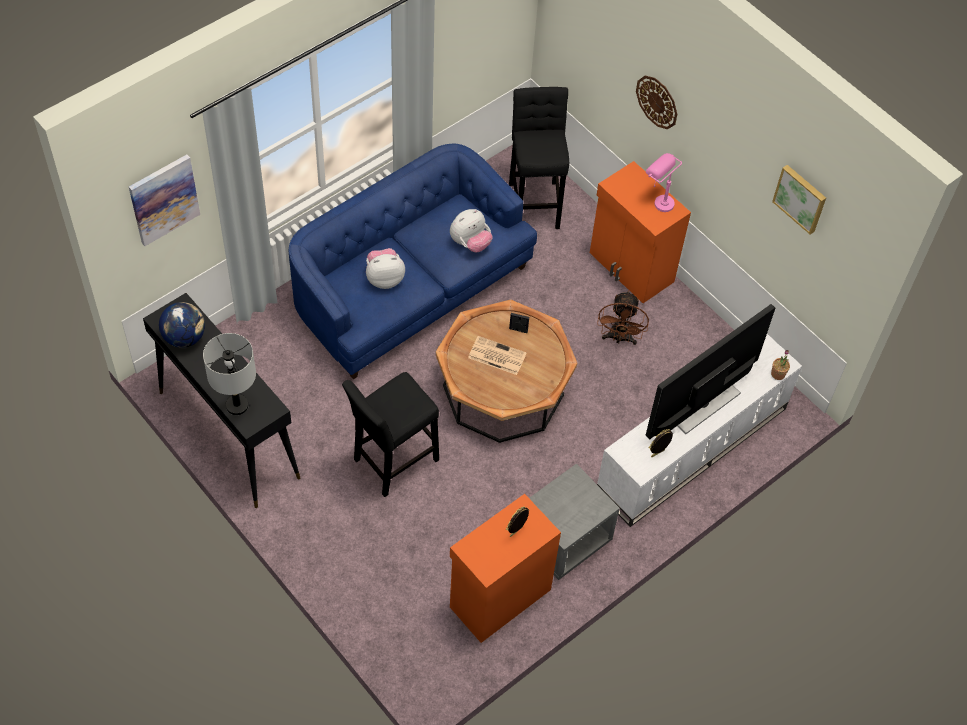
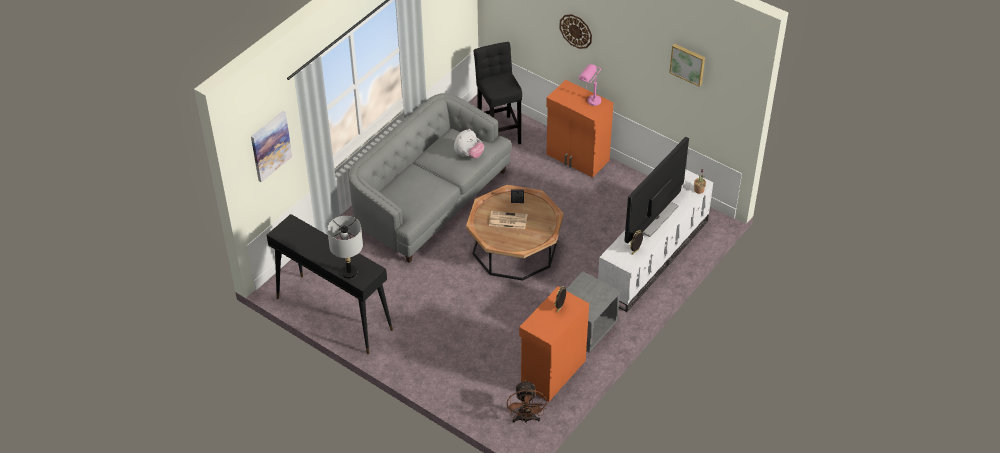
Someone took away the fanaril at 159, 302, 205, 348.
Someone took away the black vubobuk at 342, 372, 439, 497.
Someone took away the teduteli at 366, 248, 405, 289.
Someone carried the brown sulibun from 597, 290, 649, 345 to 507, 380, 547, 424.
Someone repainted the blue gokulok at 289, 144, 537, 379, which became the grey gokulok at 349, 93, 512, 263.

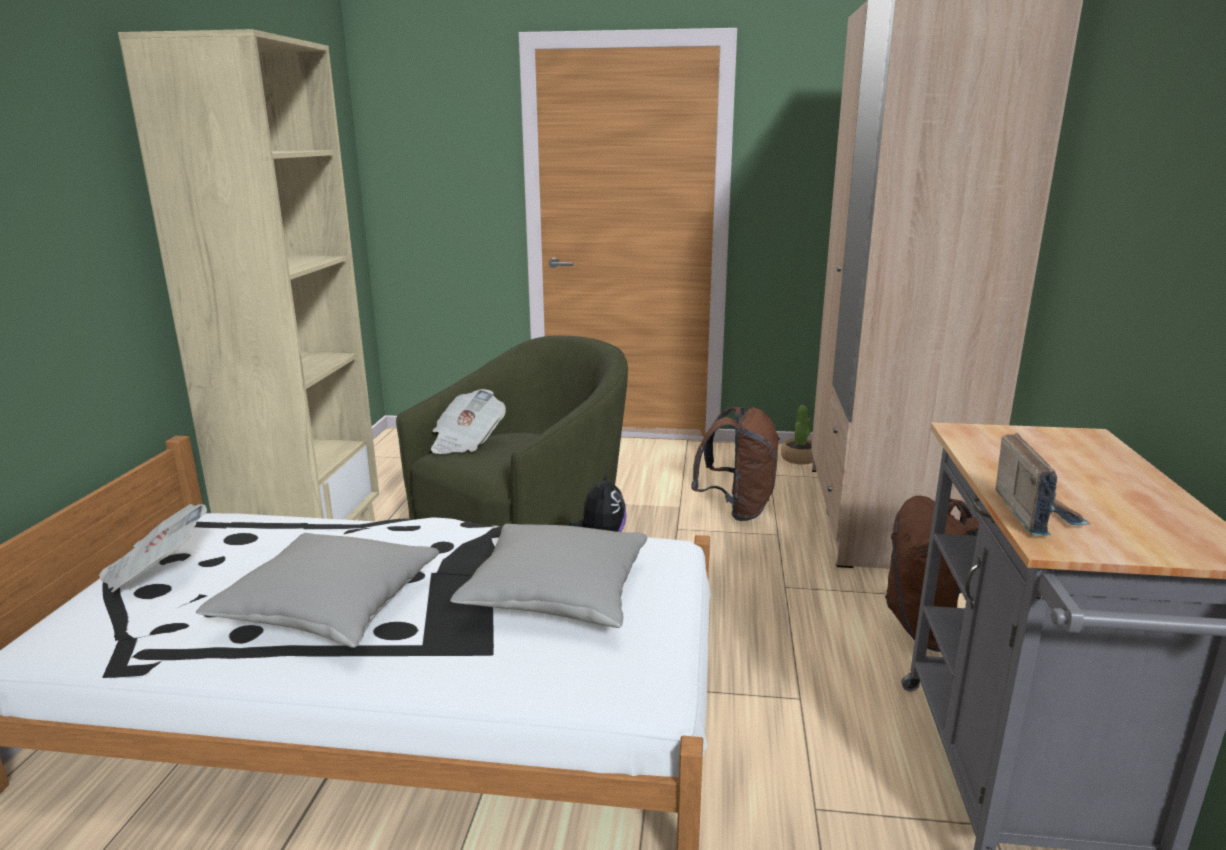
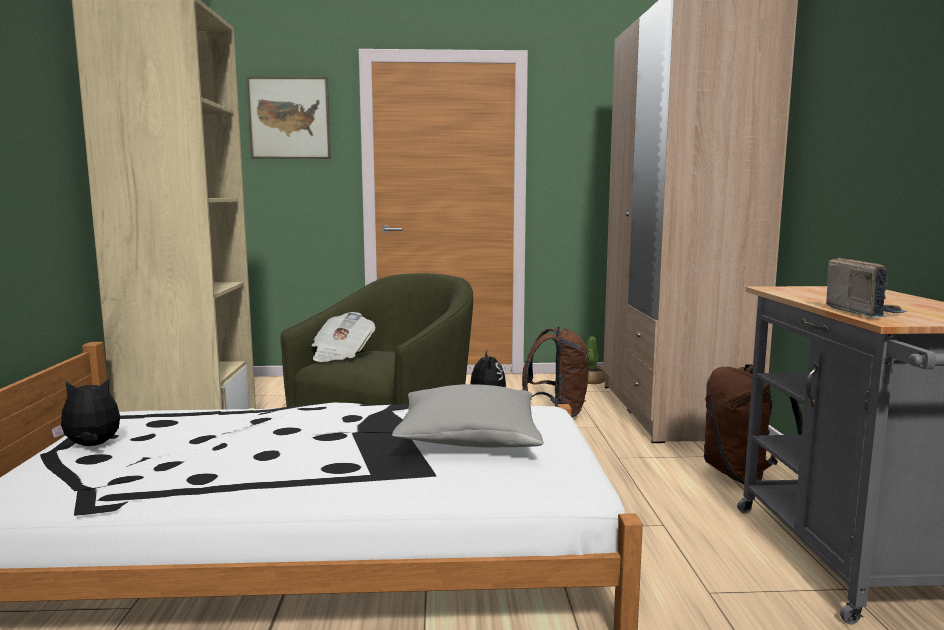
Someone took away the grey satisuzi at 196, 533, 439, 648.
Someone put up the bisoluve at 246, 76, 331, 159.
Someone swapped the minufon at 99, 504, 207, 593 for the teduteli at 51, 379, 120, 446.

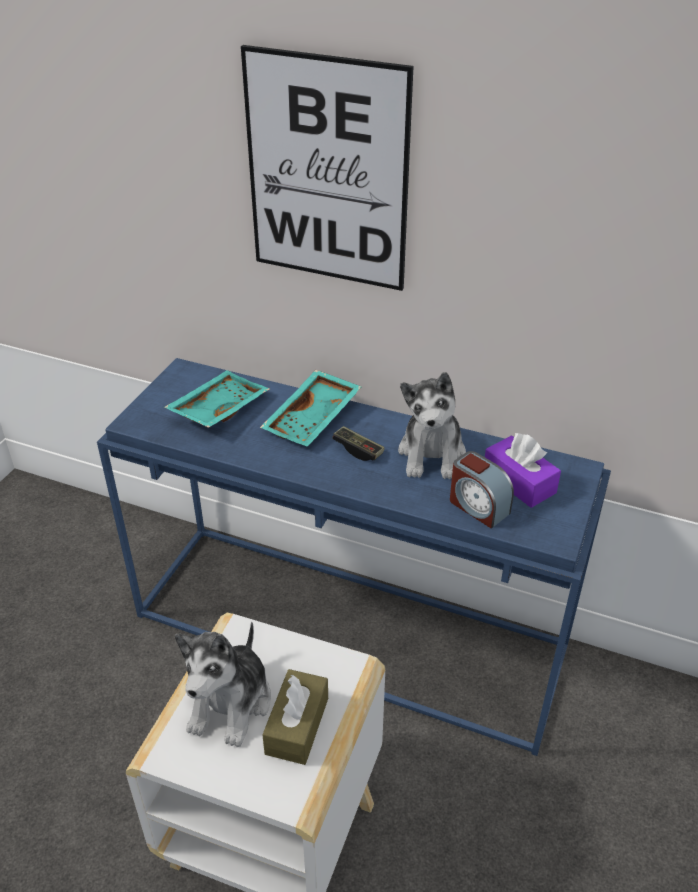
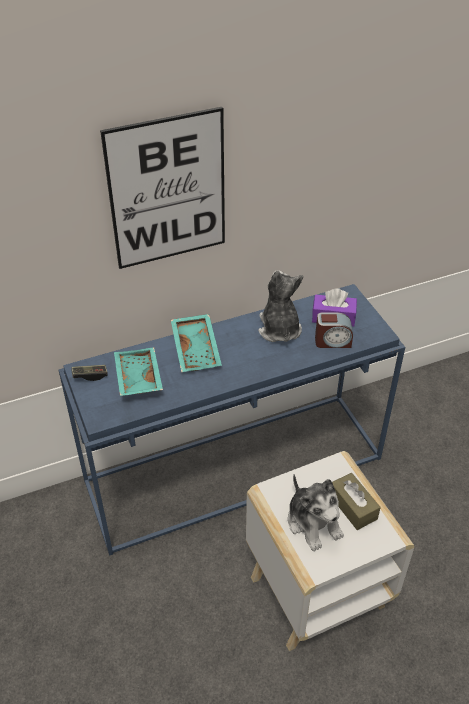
Someone carried the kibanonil from 332, 426, 385, 461 to 71, 365, 108, 381.
Someone rotated the teduteli at 398, 372, 466, 479 by 150 degrees counterclockwise.

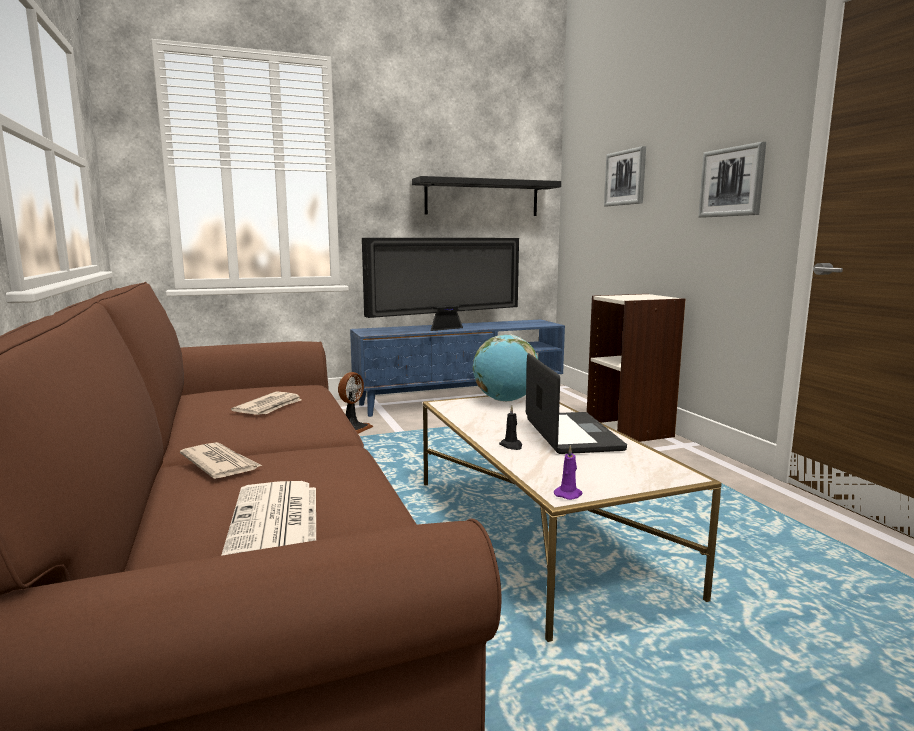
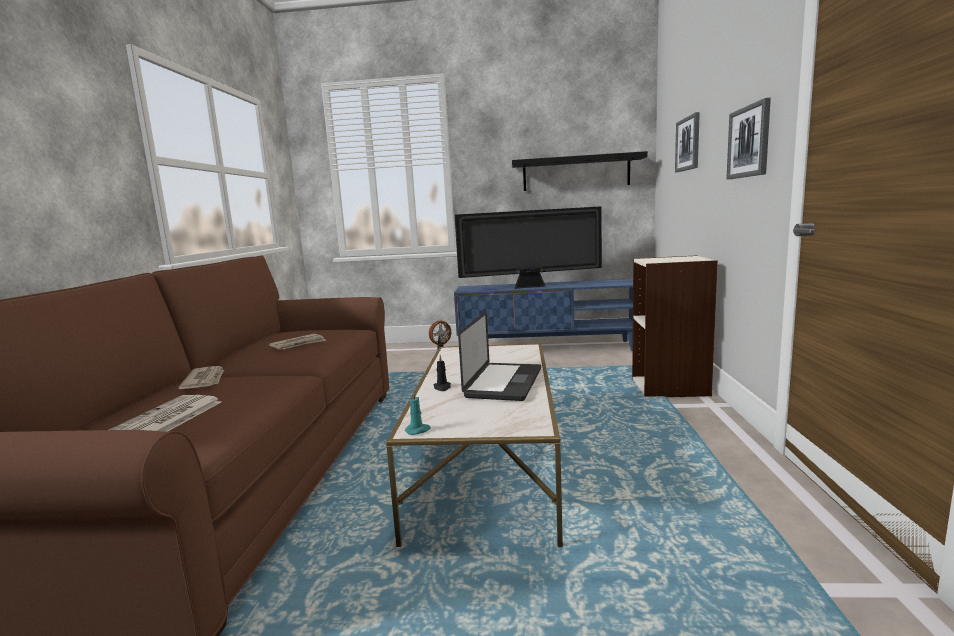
Someone took away the fanaril at 473, 335, 538, 402.
Someone repainted the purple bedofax at 554, 445, 582, 500, which became the turquoise bedofax at 405, 390, 431, 435.

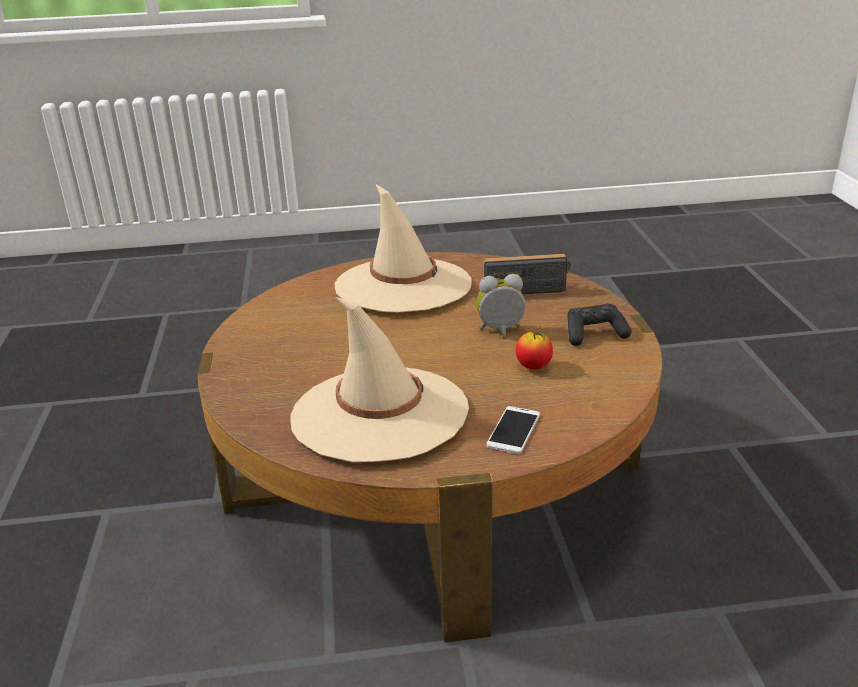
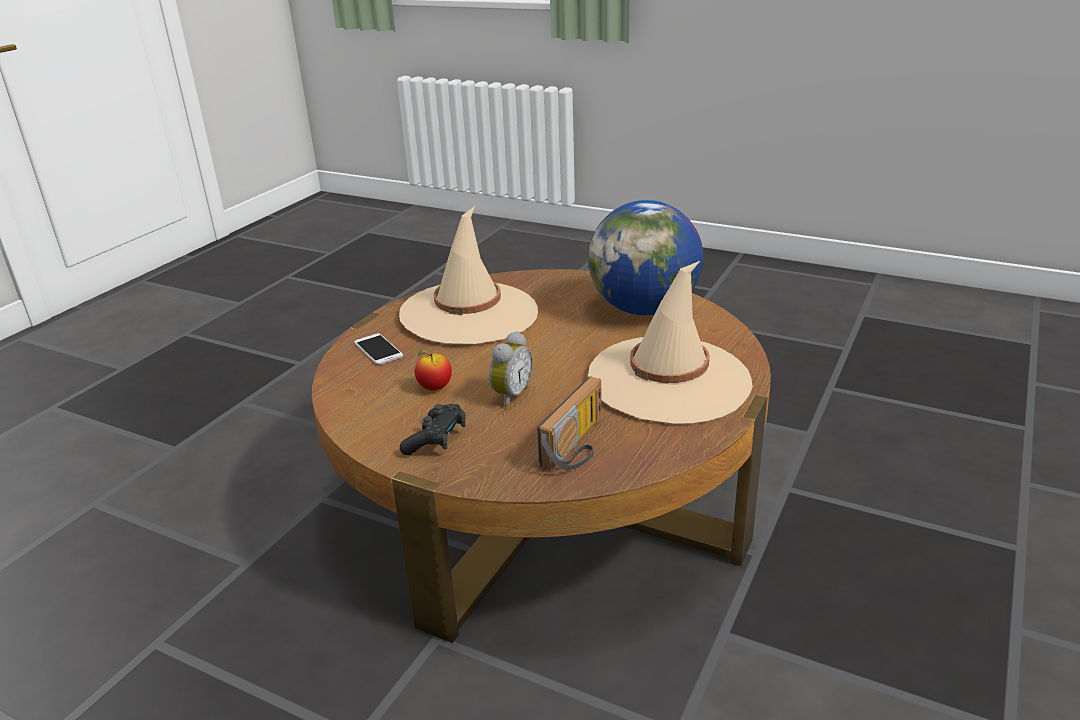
Someone put down the fanaril at 588, 200, 703, 315.

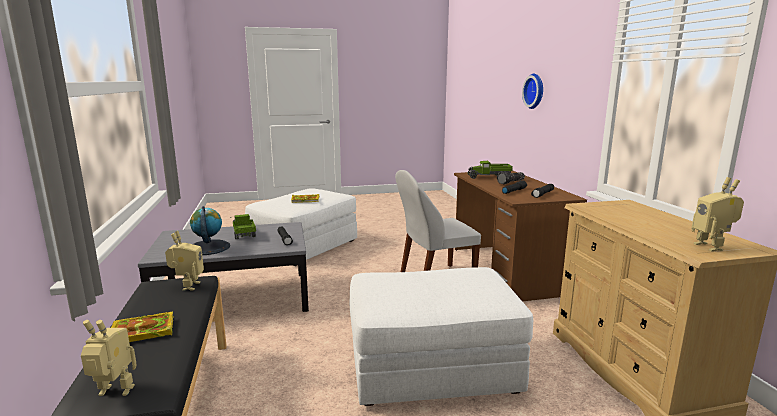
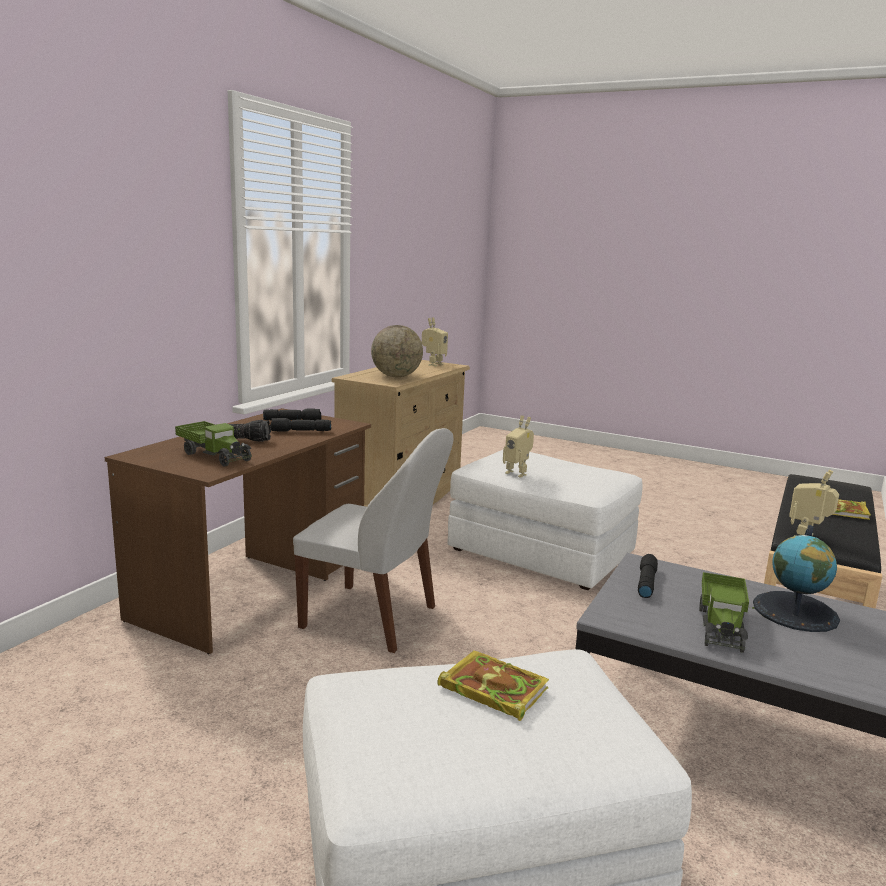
Someone took away the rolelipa at 522, 74, 543, 109.
Someone put down the fanaril at 371, 325, 423, 377.
Someone carried the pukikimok from 81, 320, 137, 396 to 503, 415, 534, 478.

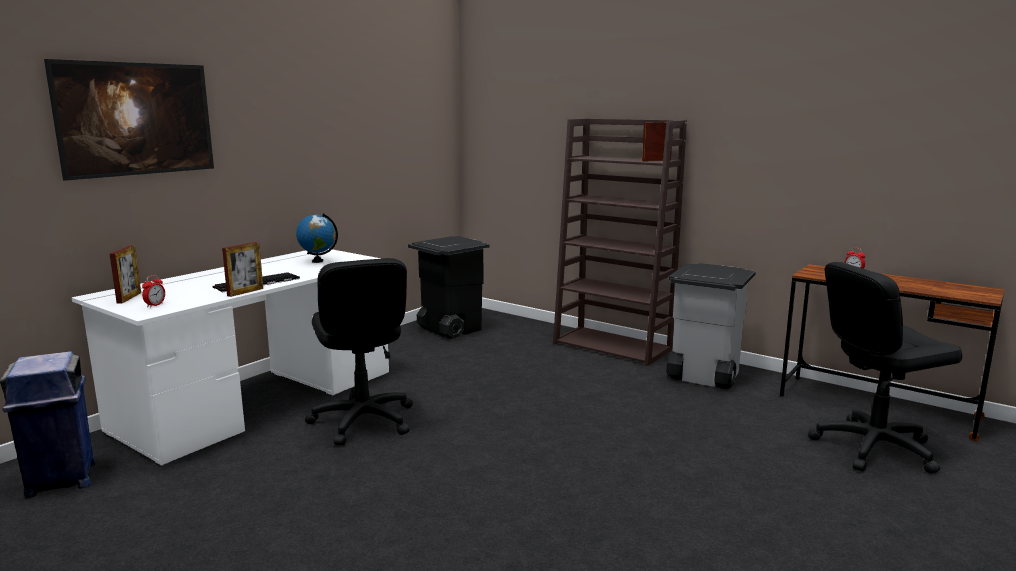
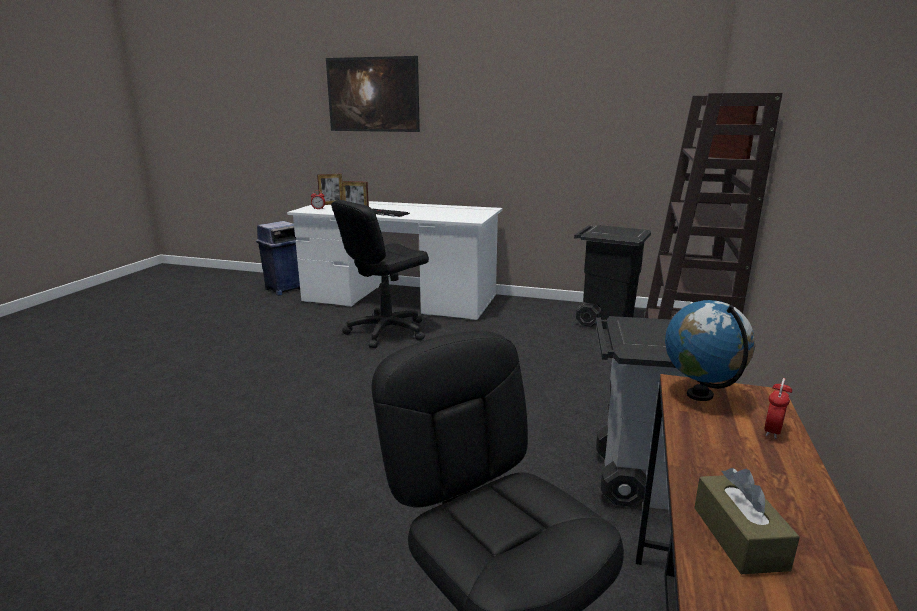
Someone put down the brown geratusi at 694, 468, 800, 574.
Someone carried the fanaril from 296, 213, 338, 263 to 665, 300, 755, 401.

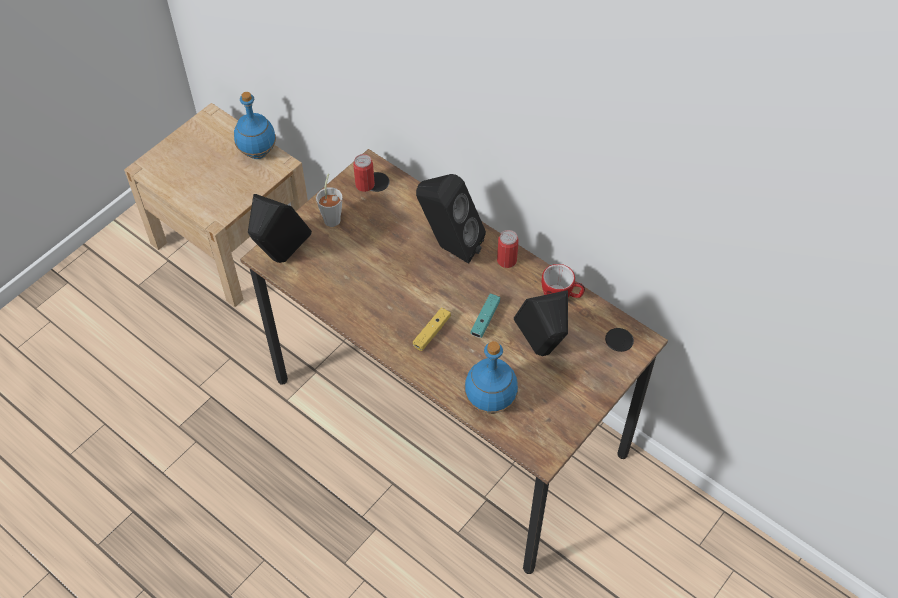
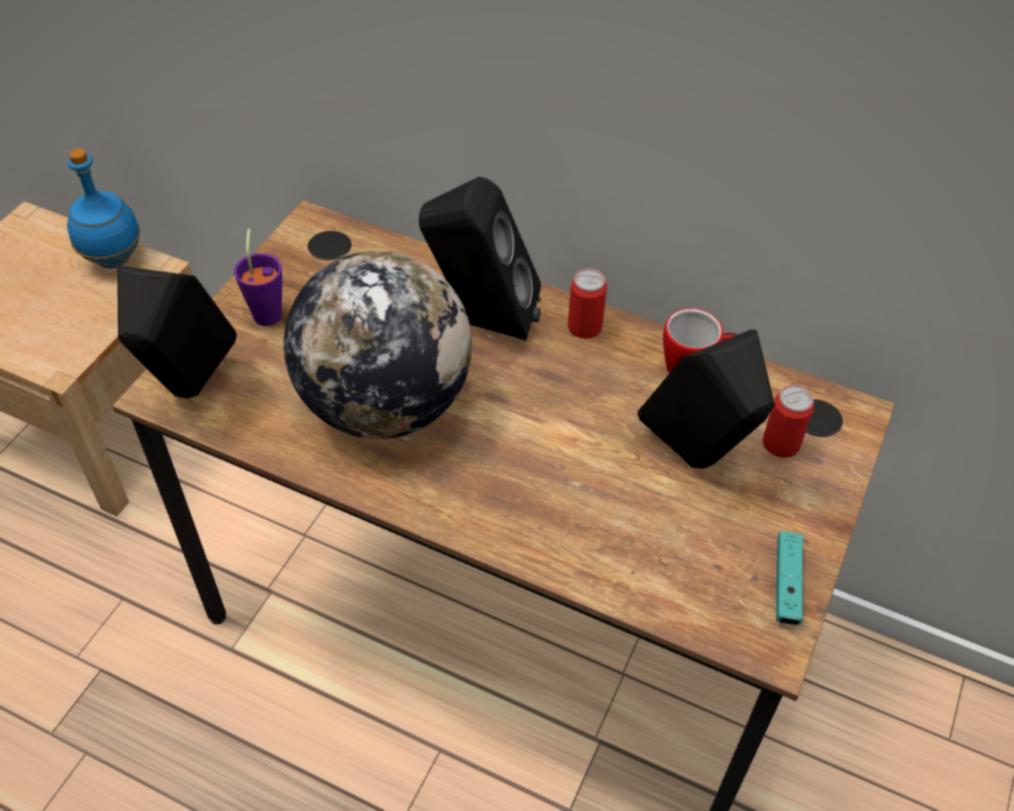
Someone took away the yellow kibanonil at 413, 307, 451, 351.
Someone took away the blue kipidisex at 465, 341, 518, 414.
Someone put down the fanaril at 284, 251, 472, 439.
Someone carried the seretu from 353, 154, 375, 192 to 762, 385, 814, 458.
Someone carried the turquoise kibanonil from 471, 294, 500, 338 to 776, 532, 803, 625.
Someone repainted the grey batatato at 316, 173, 342, 227, which became the purple batatato at 234, 229, 282, 326.

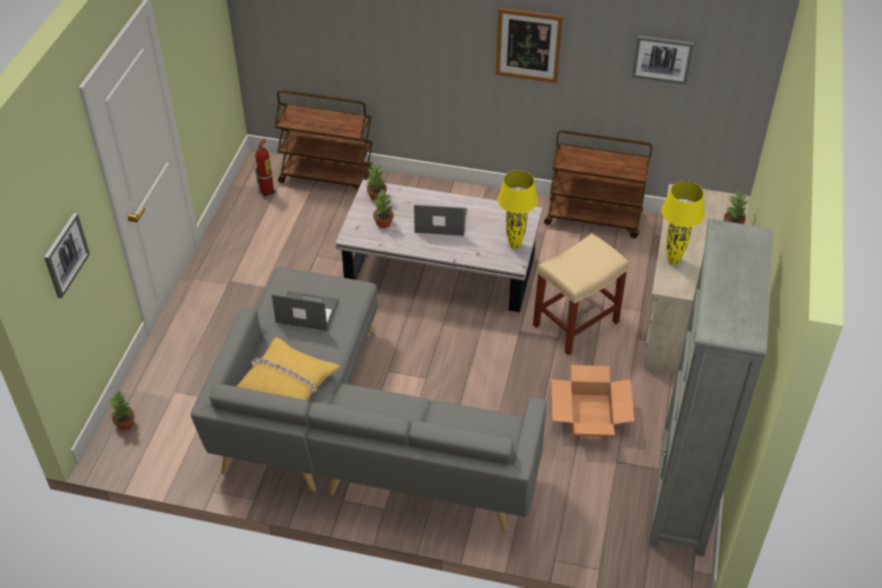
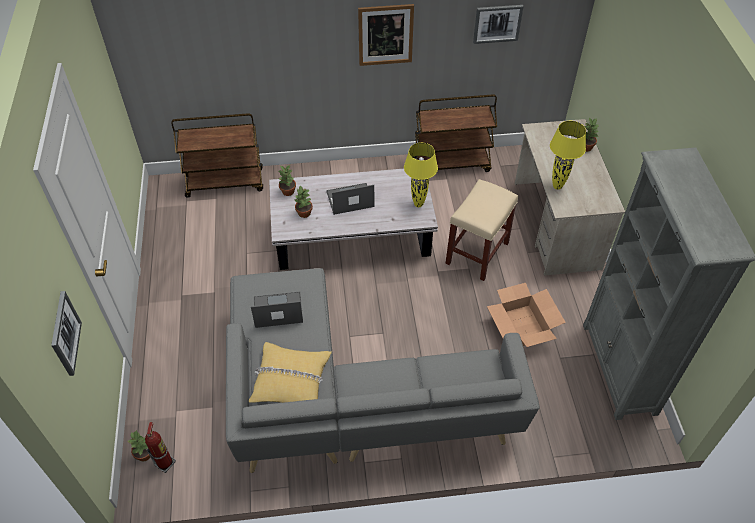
Someone carried the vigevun from 255, 138, 277, 199 to 145, 422, 176, 473.

